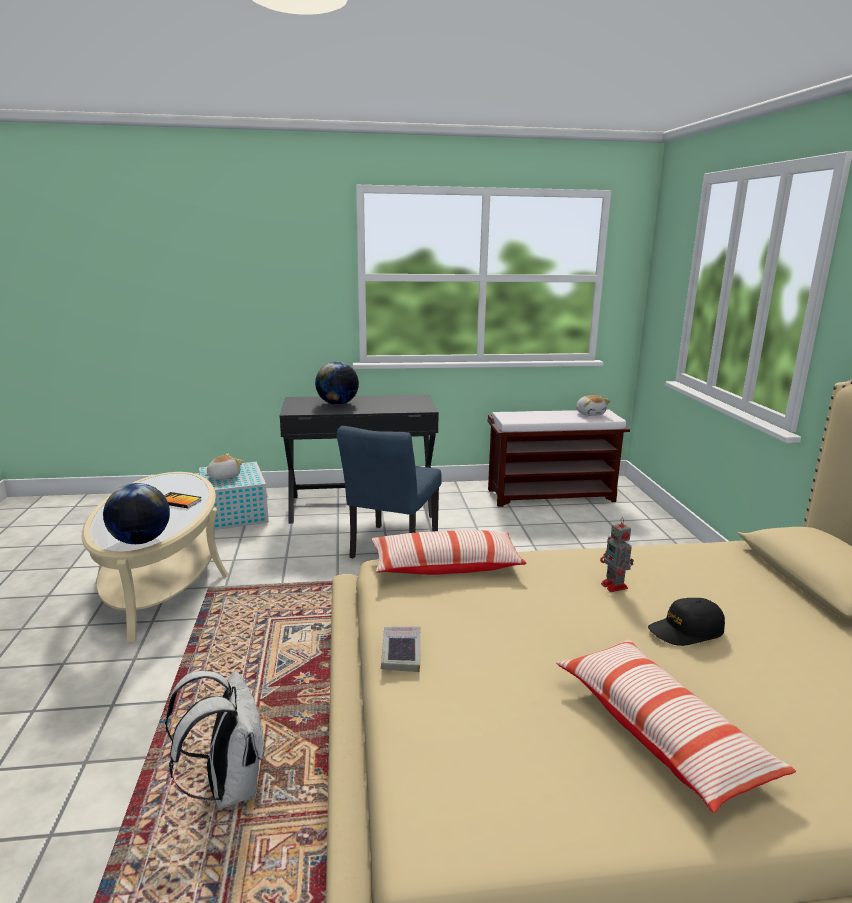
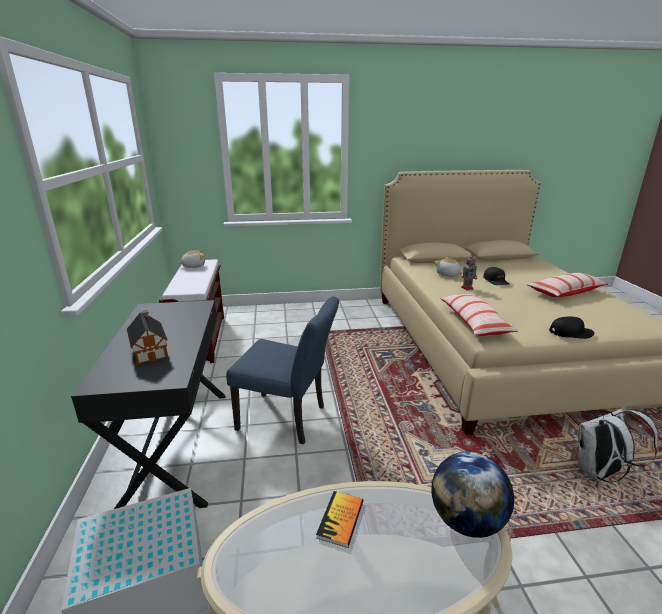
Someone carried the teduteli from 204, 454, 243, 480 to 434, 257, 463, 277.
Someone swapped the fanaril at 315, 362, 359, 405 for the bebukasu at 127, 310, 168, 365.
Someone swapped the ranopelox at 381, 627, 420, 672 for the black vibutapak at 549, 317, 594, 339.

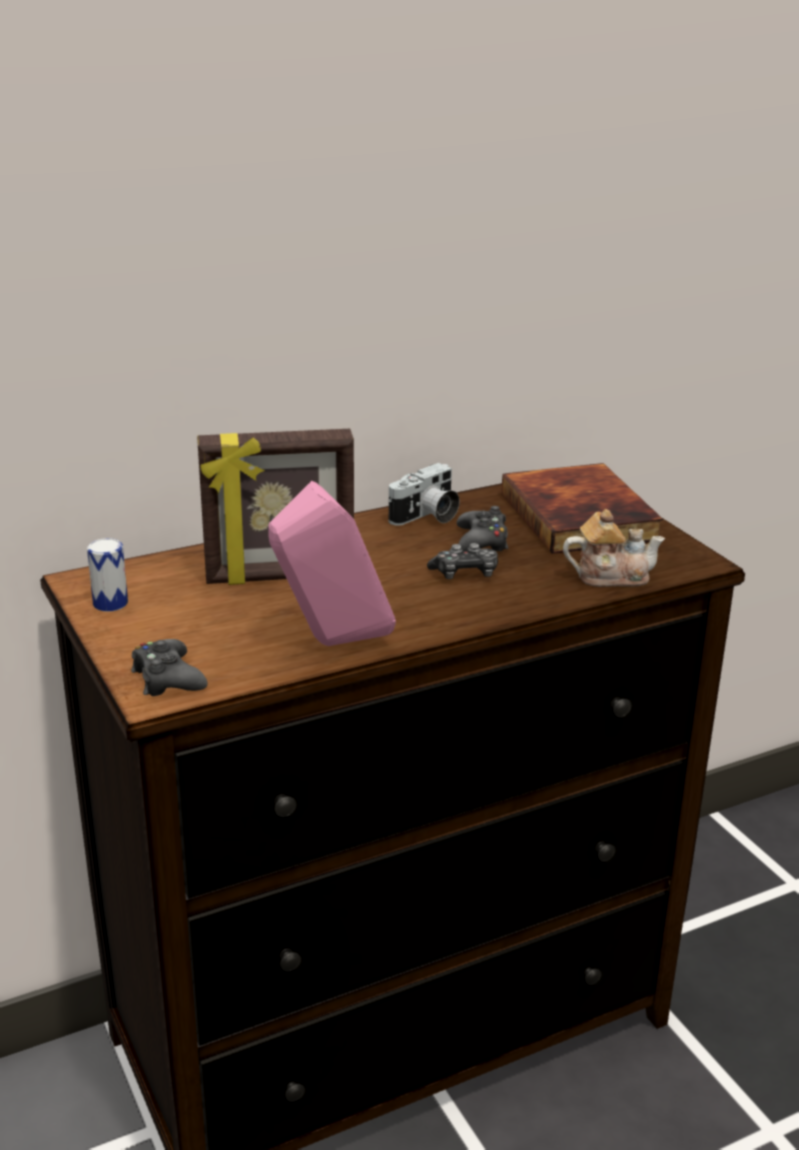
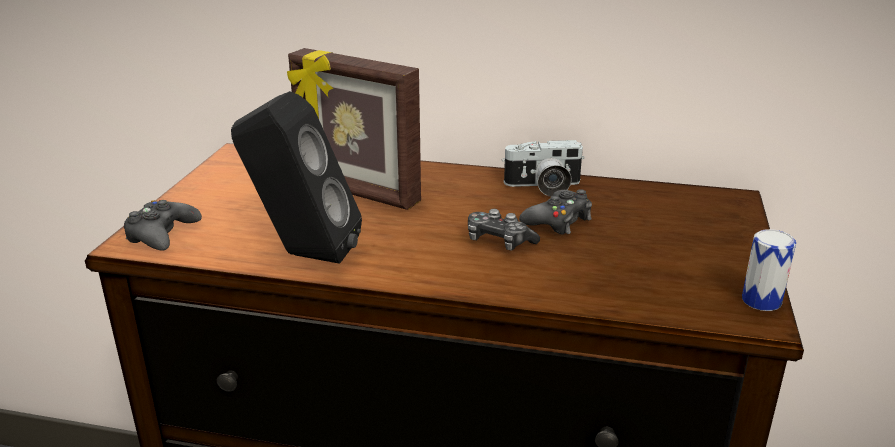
Someone took away the ranopelox at 501, 463, 663, 554.
Someone took away the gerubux at 563, 509, 665, 587.
Someone carried the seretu from 87, 538, 128, 612 to 742, 229, 796, 311.
Someone repainted the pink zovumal at 268, 481, 396, 646, which became the black zovumal at 231, 91, 362, 264.

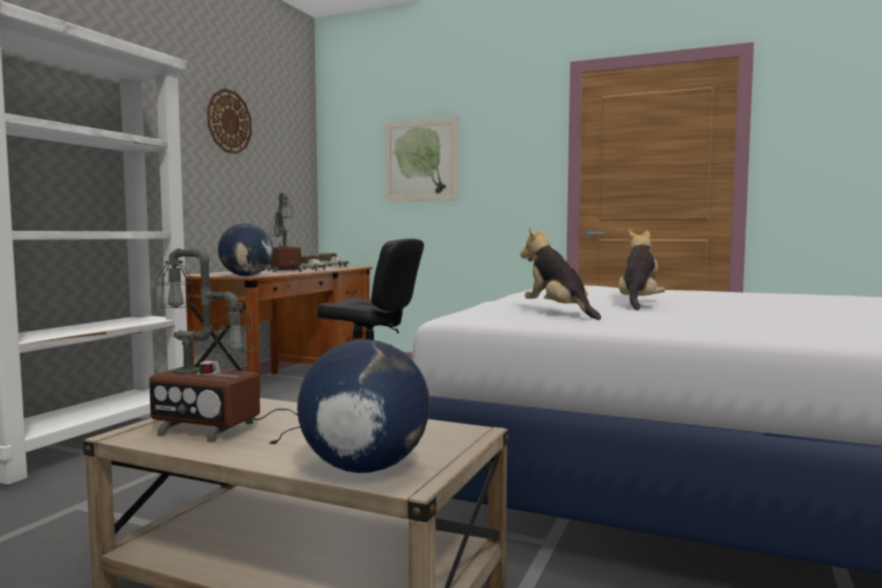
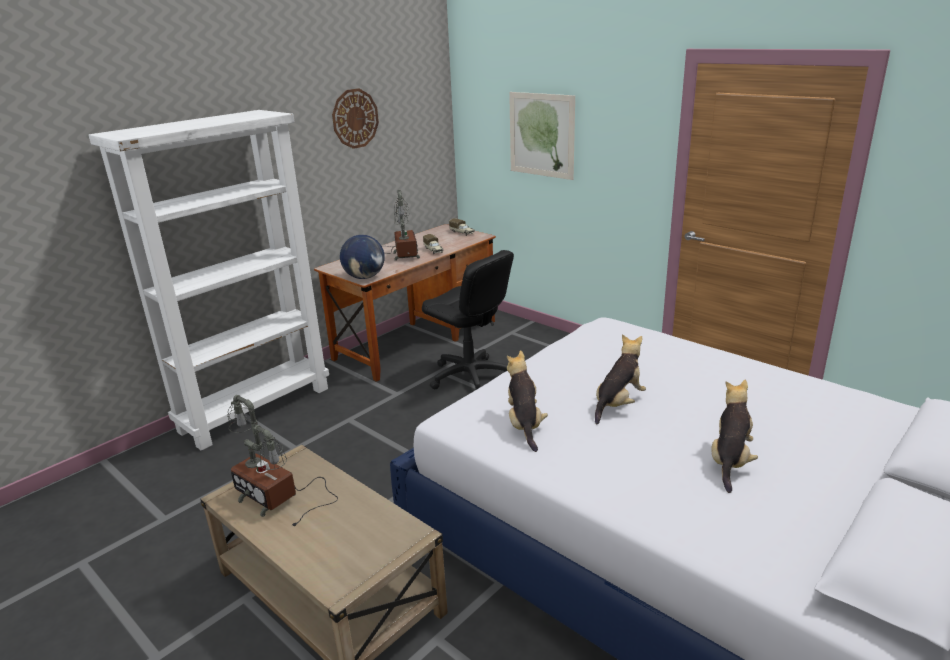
Someone took away the fanaril at 297, 339, 430, 473.
Someone put down the teduteli at 711, 380, 758, 493.

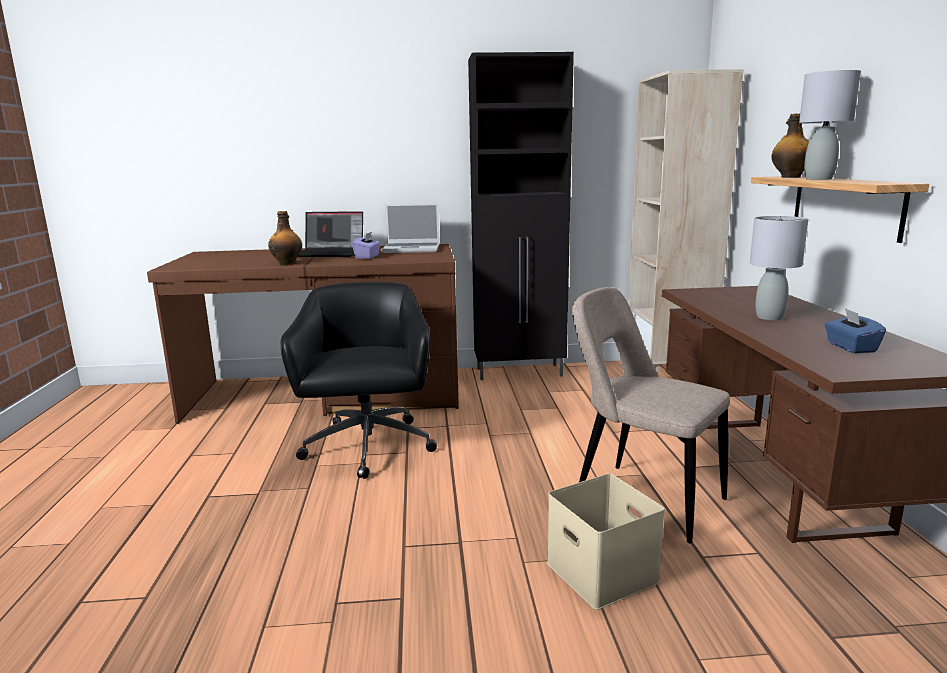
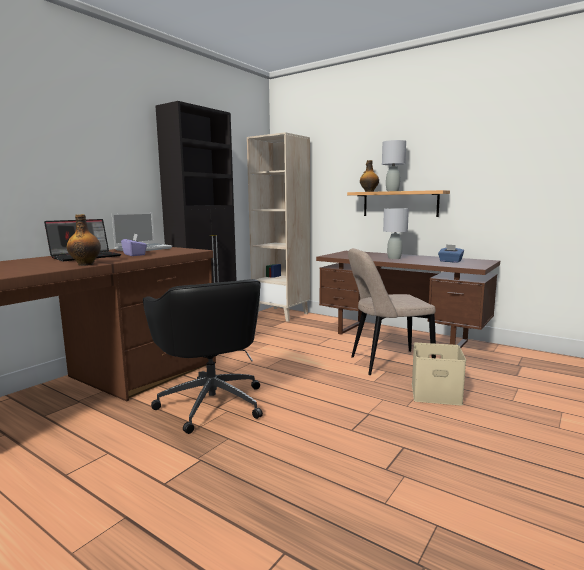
Someone rotated the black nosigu at 280, 282, 437, 479 by 150 degrees counterclockwise.

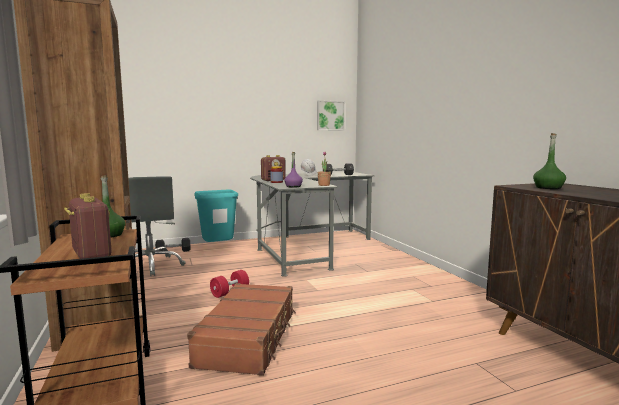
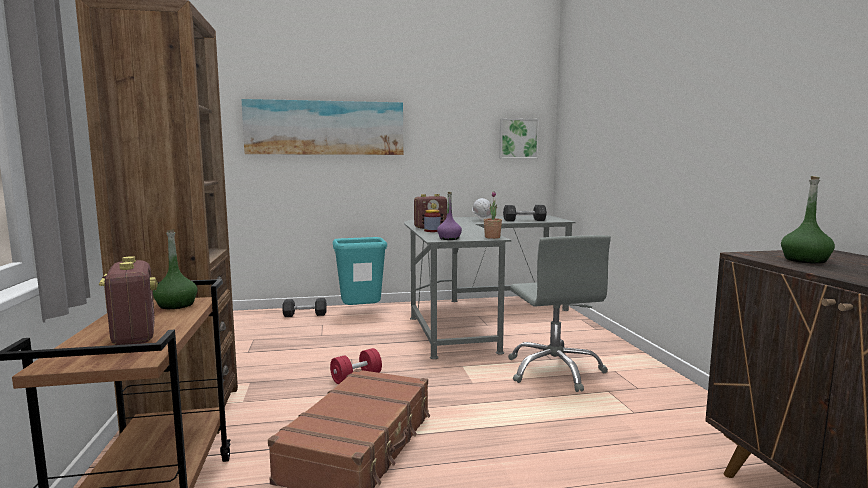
Someone put up the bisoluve at 242, 99, 403, 155.
Someone carried the grey nosigu from 128, 176, 186, 276 to 508, 235, 611, 392.

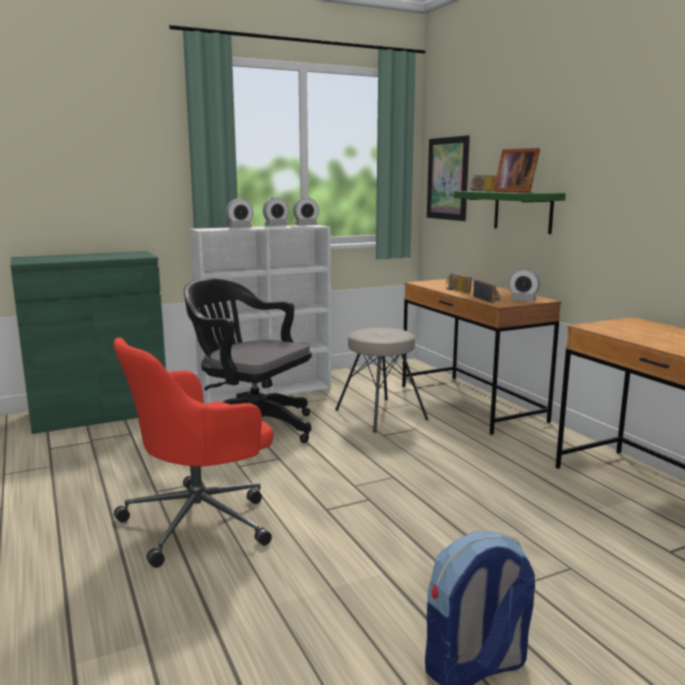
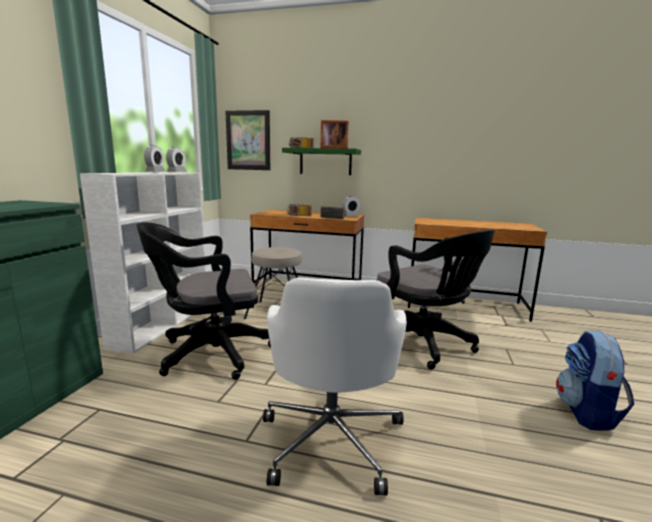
Someone took away the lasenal at 226, 198, 253, 228.
Someone put down the black nosigu at 376, 230, 495, 370.
Someone repainted the red nosigu at 113, 338, 273, 568, which became the white nosigu at 263, 278, 407, 496.

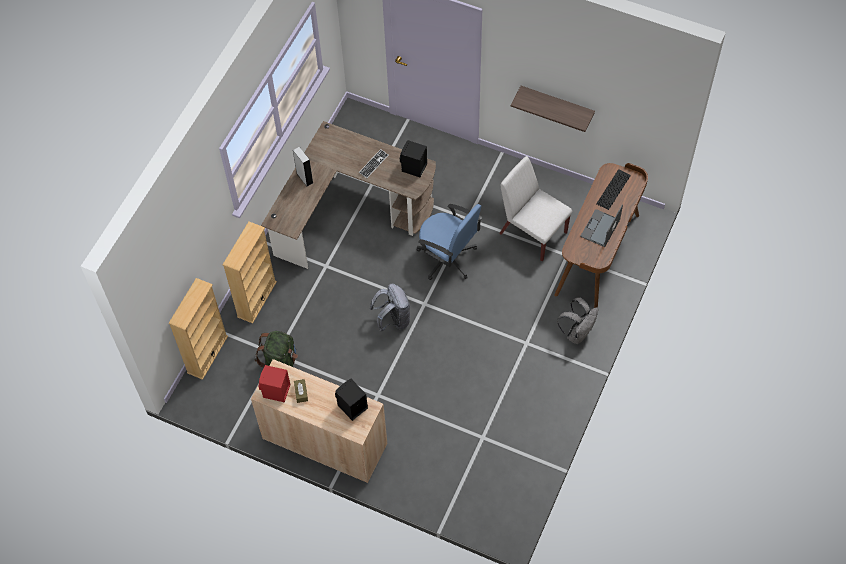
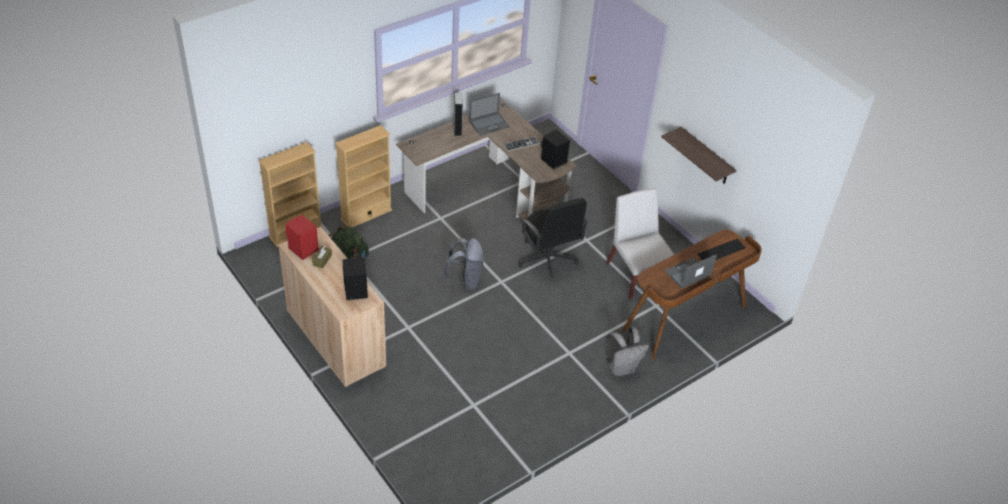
Someone put down the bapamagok at 469, 93, 510, 136.
Someone repainted the blue nosigu at 417, 204, 482, 280, which became the black nosigu at 519, 198, 588, 281.

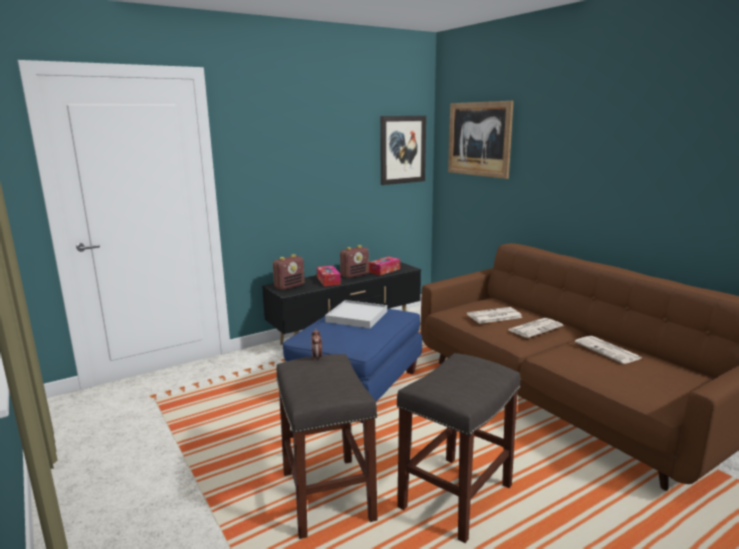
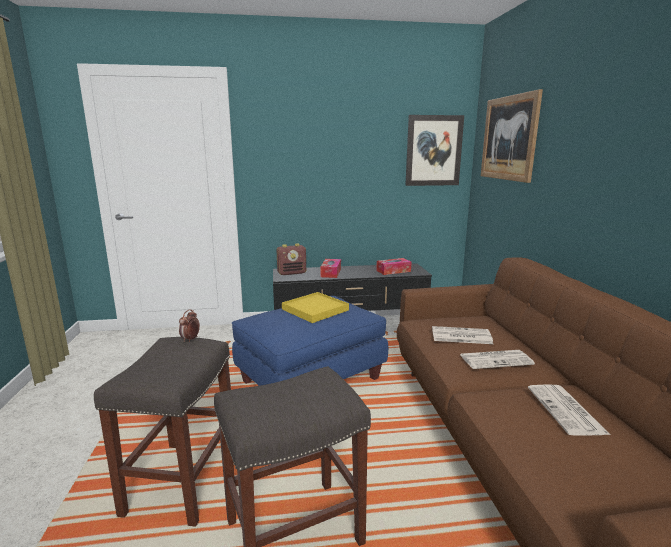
Someone took away the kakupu at 340, 245, 369, 278.
Someone repainted the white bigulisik at 325, 300, 387, 328, which became the yellow bigulisik at 282, 292, 349, 323.

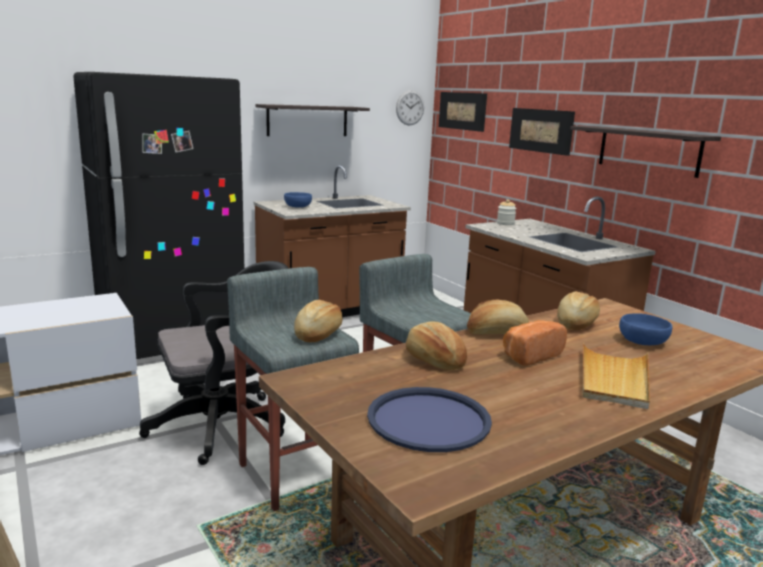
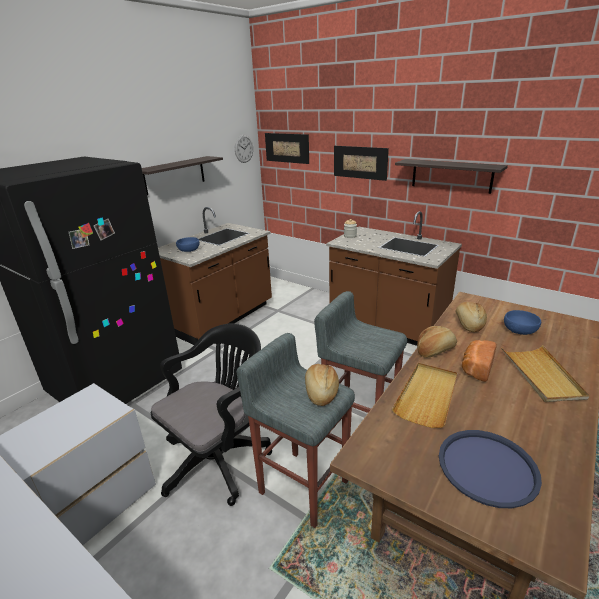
Someone swapped the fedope at 406, 321, 467, 370 for the beige bigulisik at 392, 363, 458, 428.

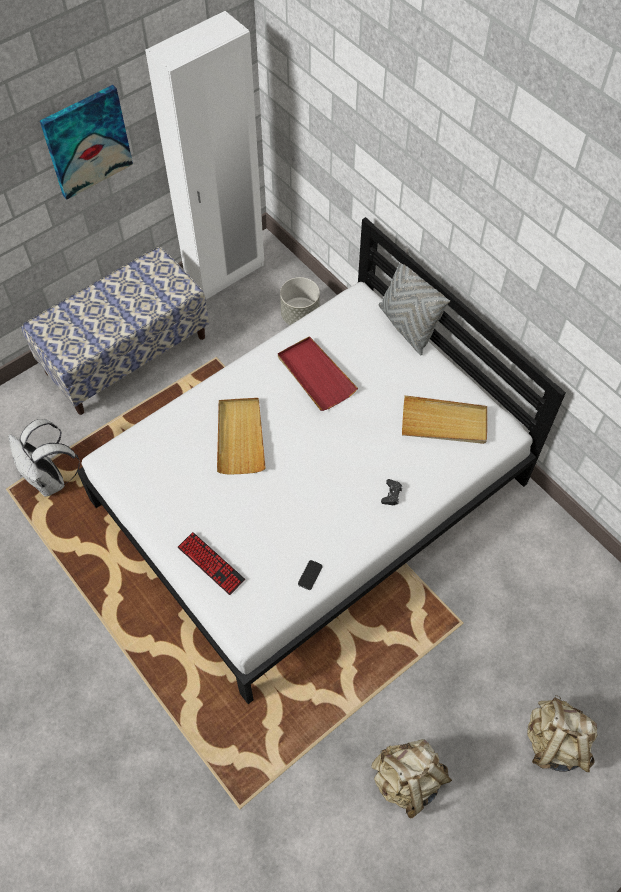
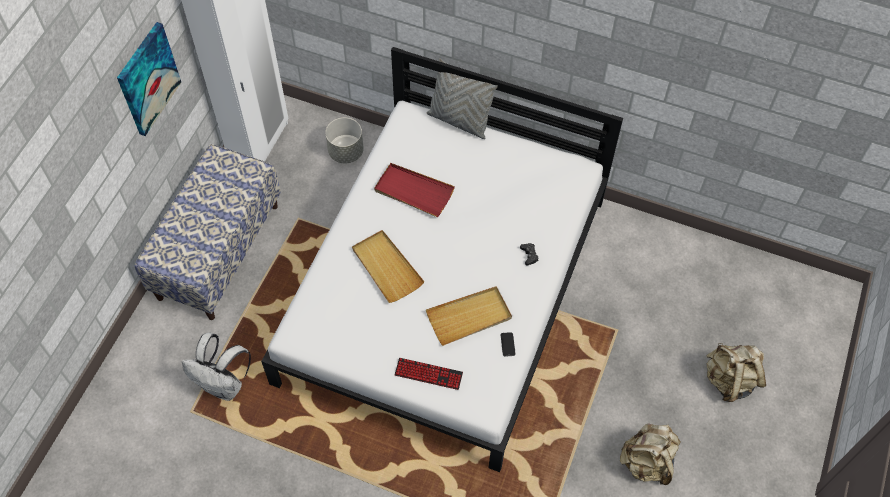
Someone carried the beige bigulisik from 402, 395, 487, 444 to 426, 286, 512, 346.

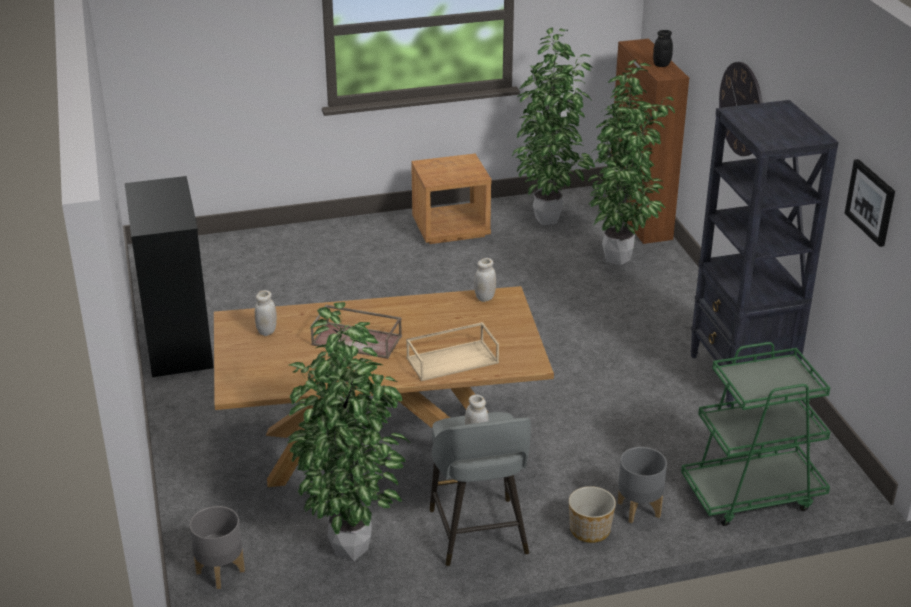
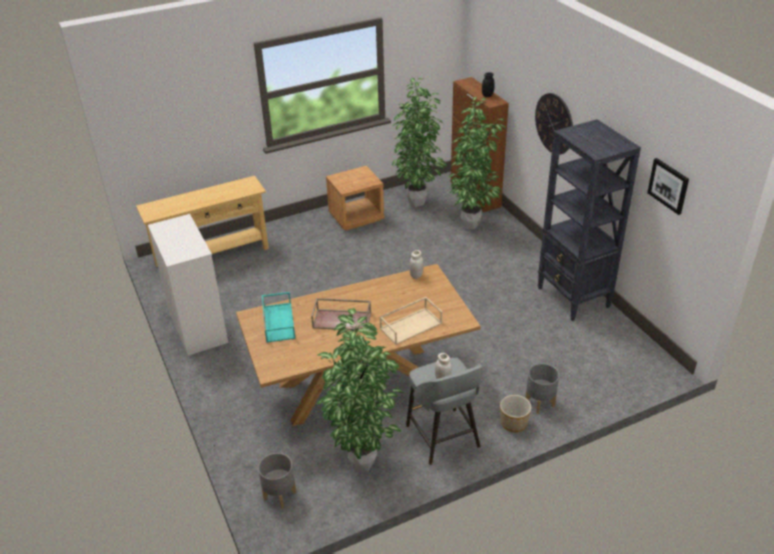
Someone took away the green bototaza at 681, 342, 830, 526.
Someone put down the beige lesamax at 136, 176, 269, 267.
Someone swapped the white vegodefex at 255, 290, 277, 336 for the turquoise bigulisik at 262, 292, 296, 343.
Someone repainted the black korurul at 125, 176, 214, 377, which became the white korurul at 148, 214, 228, 356.

